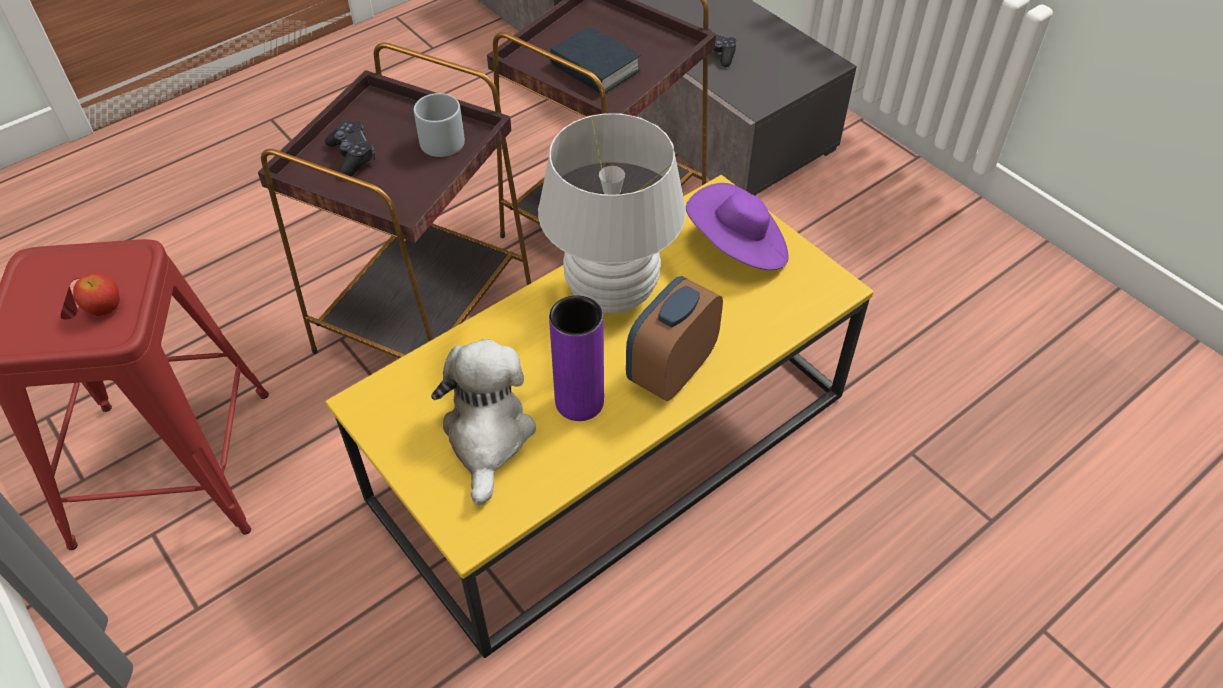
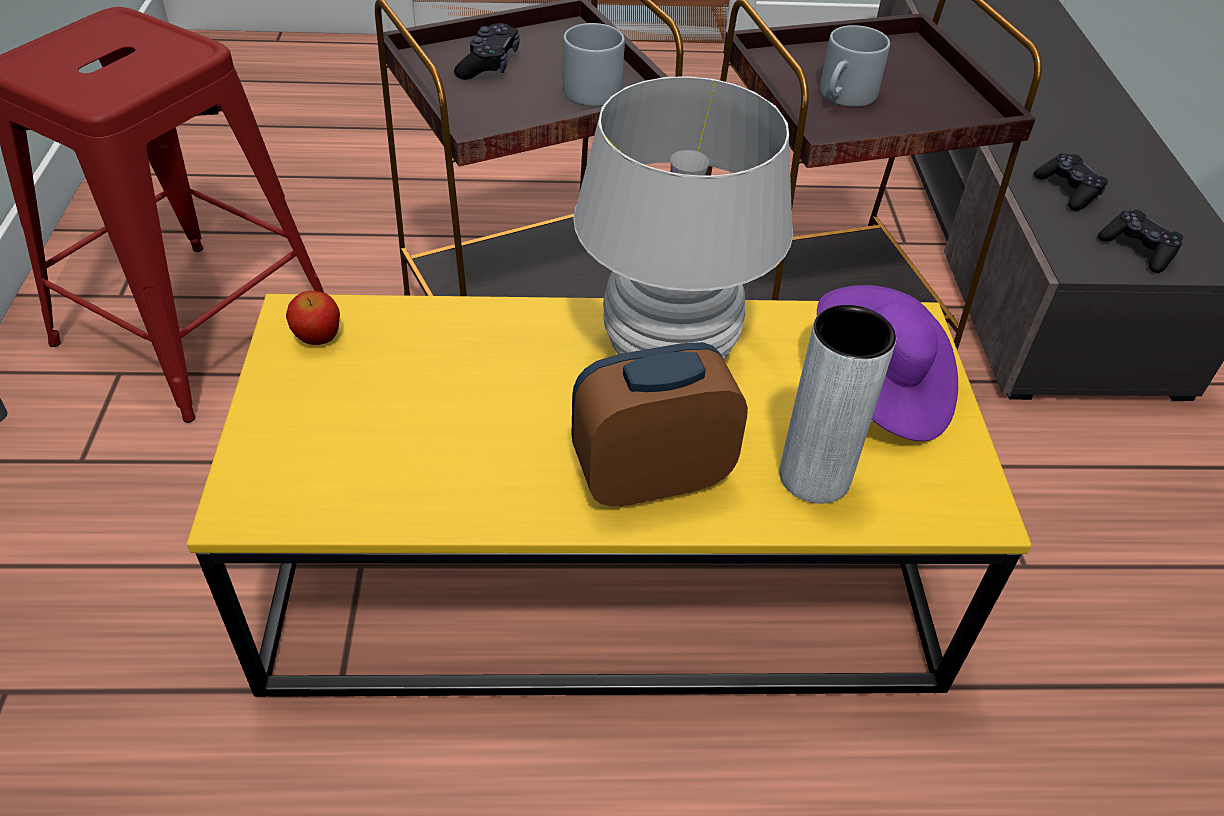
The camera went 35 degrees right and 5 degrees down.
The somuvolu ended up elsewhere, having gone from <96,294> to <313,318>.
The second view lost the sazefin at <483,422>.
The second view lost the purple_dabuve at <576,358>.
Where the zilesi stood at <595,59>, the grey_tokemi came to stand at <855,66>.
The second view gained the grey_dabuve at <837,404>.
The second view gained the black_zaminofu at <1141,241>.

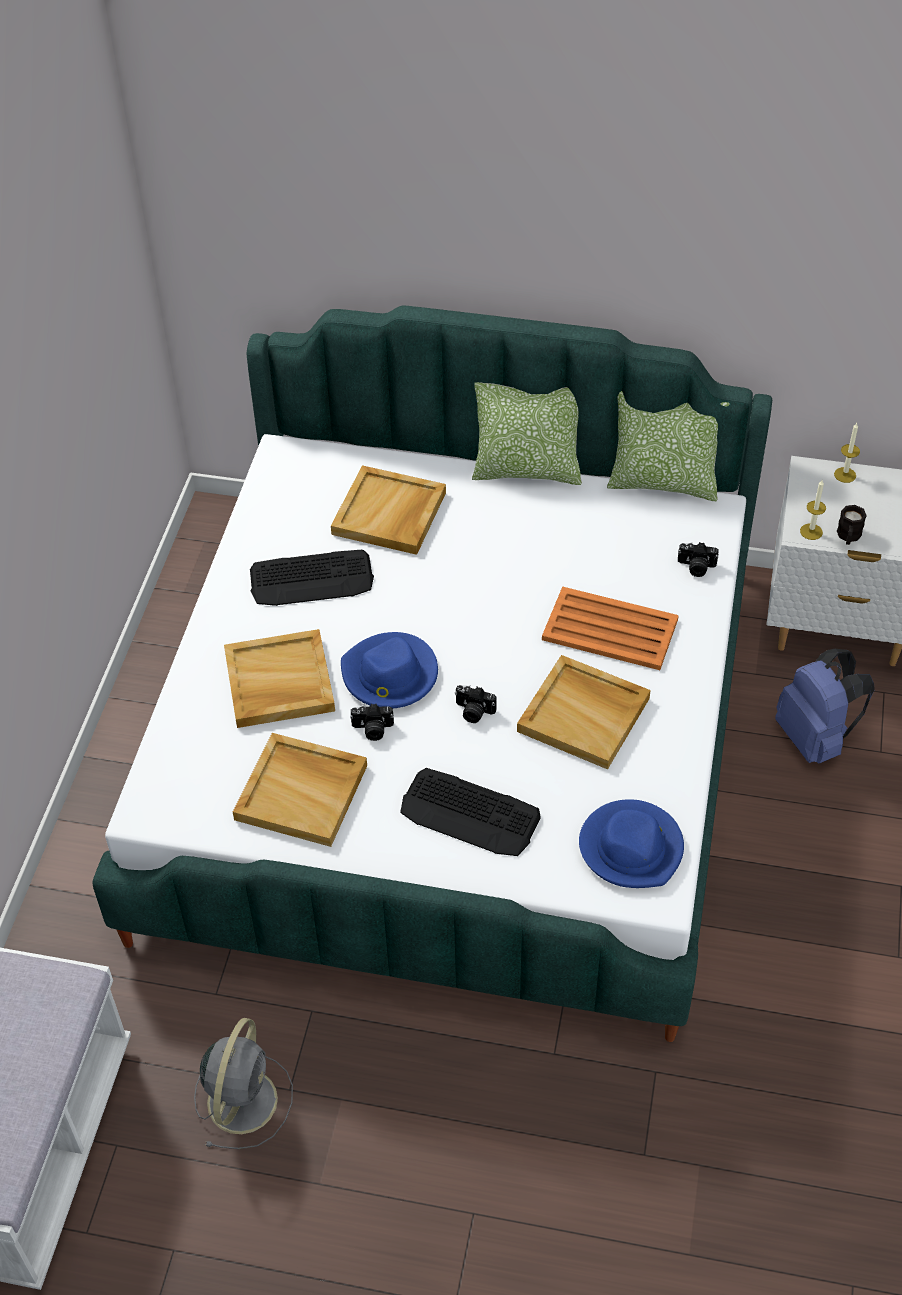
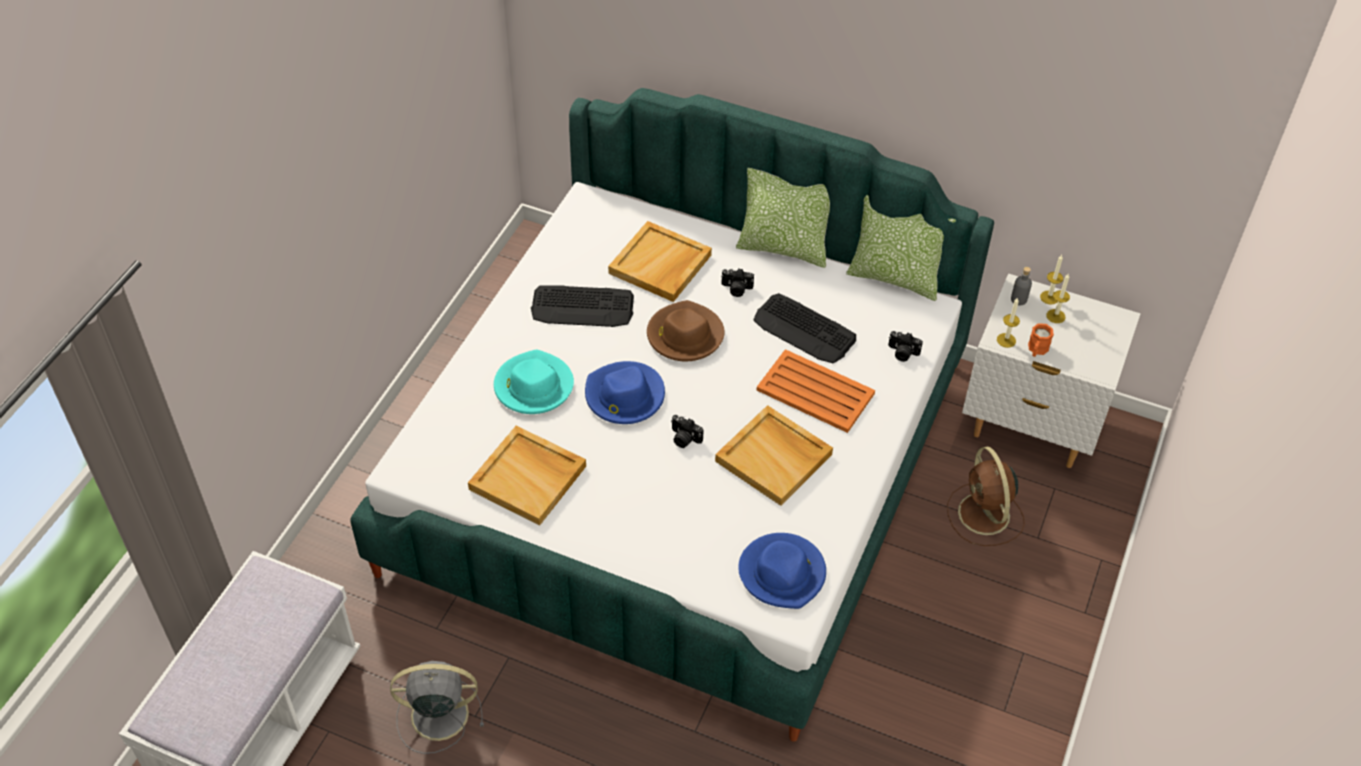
The camera went 10 degrees right and 0 degrees up.
The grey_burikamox at <243,1083> ended up facing another way, 120 degrees counterclockwise from before.
Where the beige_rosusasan stood at <279,678>, the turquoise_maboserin came to stand at <534,382>.
The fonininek ended up elsewhere, having gone from <372,722> to <737,282>.
The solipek ended up elsewhere, having gone from <470,812> to <804,328>.
Where the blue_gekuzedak stood at <825,706>, the brown_burikamox came to stand at <986,496>.
What was the black_tokemi at <852,525> turned into the orange_tokemi at <1041,340>.
The second view gained the brown_maboserin at <686,330>.
The second view gained the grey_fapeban at <1021,286>.
The second view gained the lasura at <1058,298>.

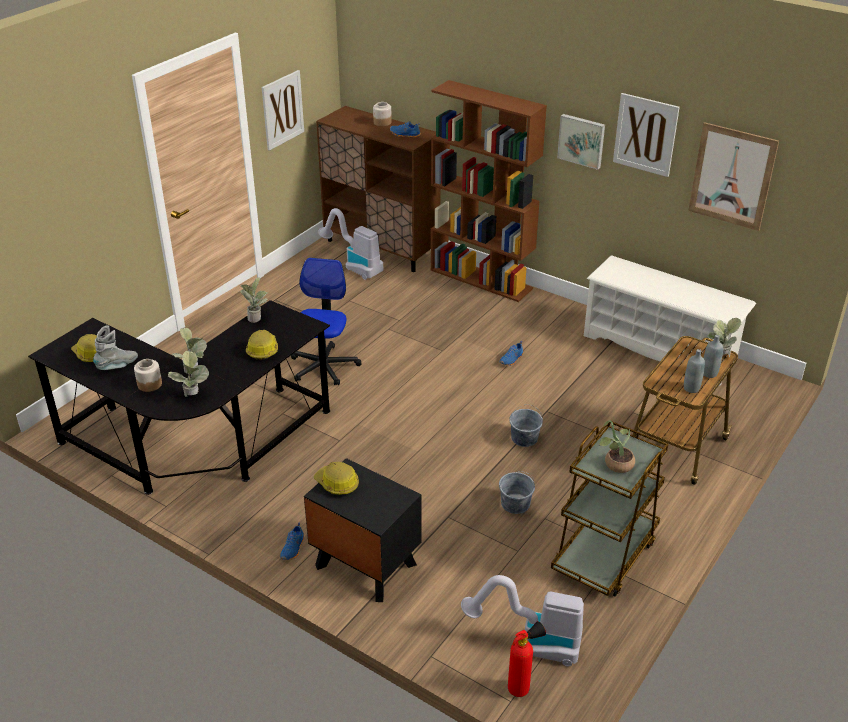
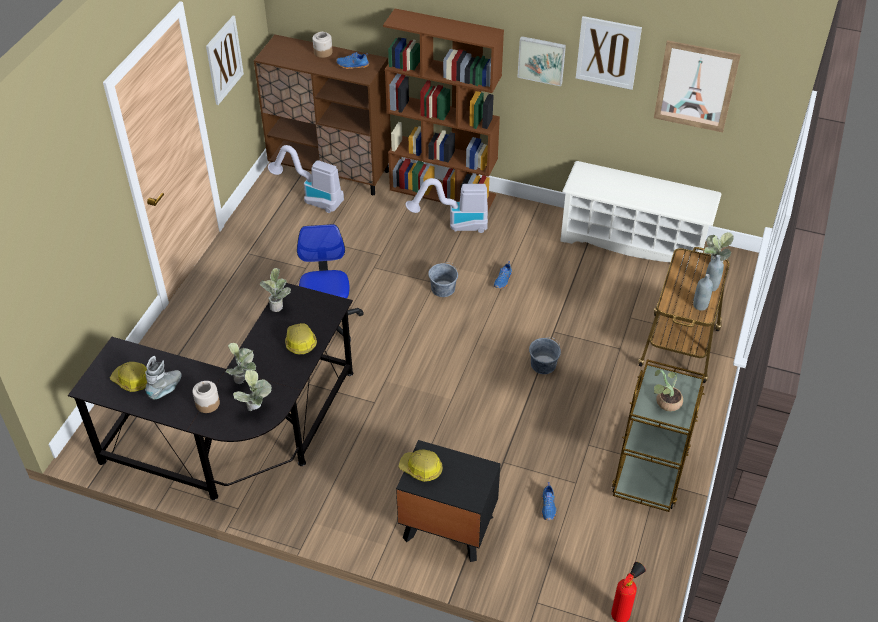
The camera went 15 degrees left and 10 degrees up.
The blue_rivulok ended up elsewhere, having gone from <292,541> to <549,501>.
The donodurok ended up elsewhere, having gone from <522,621> to <446,205>.
The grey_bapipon ended up elsewhere, having gone from <517,492> to <443,280>.

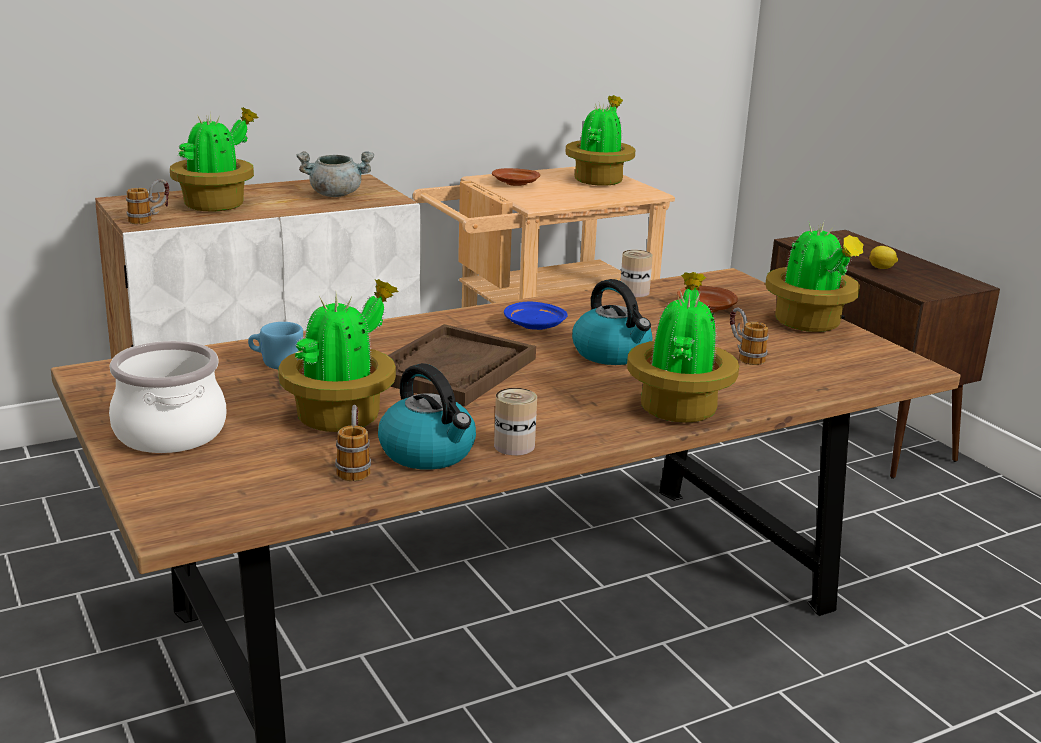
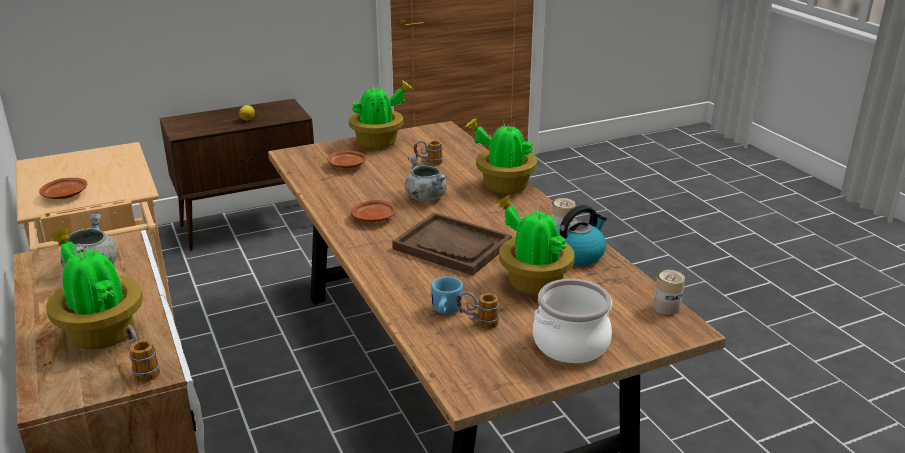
The camera went 85 degrees left and 5 degrees up.
The tokemi ended up elsewhere, having gone from <353,443> to <477,310>.
What was the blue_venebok at <536,316> turned into the brown_venebok at <373,211>.
The second view lost the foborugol at <600,140>.
Where the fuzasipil stood at <612,322>, the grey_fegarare came to stand at <426,178>.
The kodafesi ended up elsewhere, having gone from <637,273> to <669,292>.

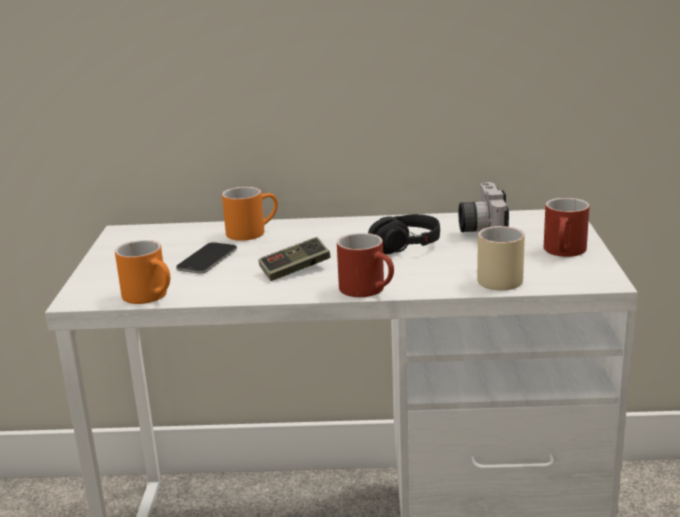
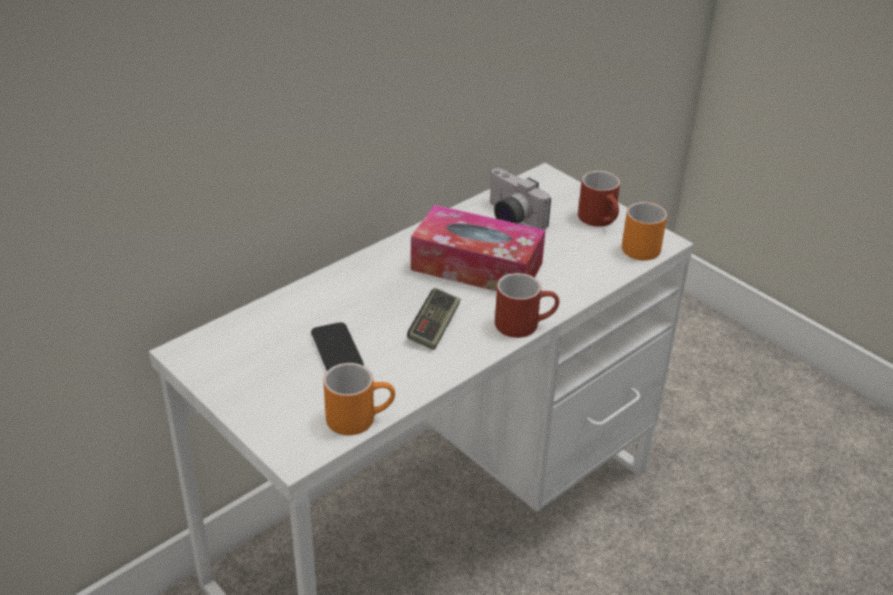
The camera went 45 degrees left and 15 degrees up.
The orange_tokemi ended up elsewhere, having gone from <250,214> to <644,231>.
Where the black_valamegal stood at <404,234>, the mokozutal came to stand at <478,248>.
The second view lost the beige_tokemi at <501,258>.

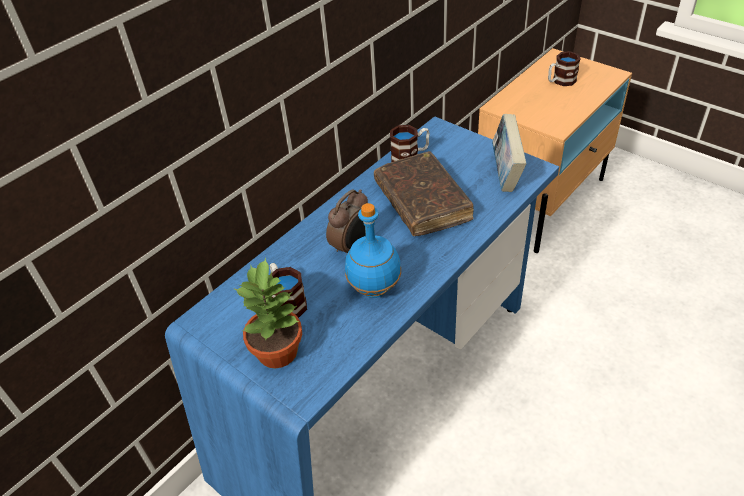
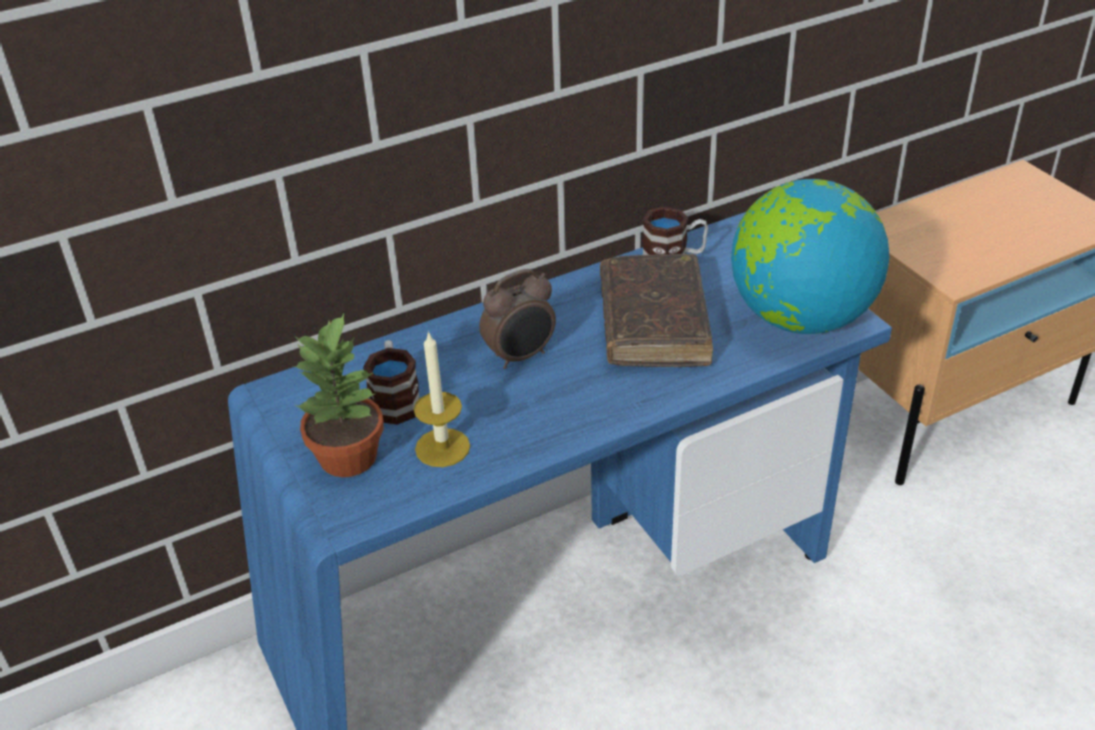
The camera went 20 degrees right and 5 degrees down.
The second view lost the blue_fapeban at <373,250>.
Where the zilesi stood at <509,153>, the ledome came to stand at <810,256>.
The second view lost the tokemi at <564,68>.
The second view gained the lasura at <442,399>.

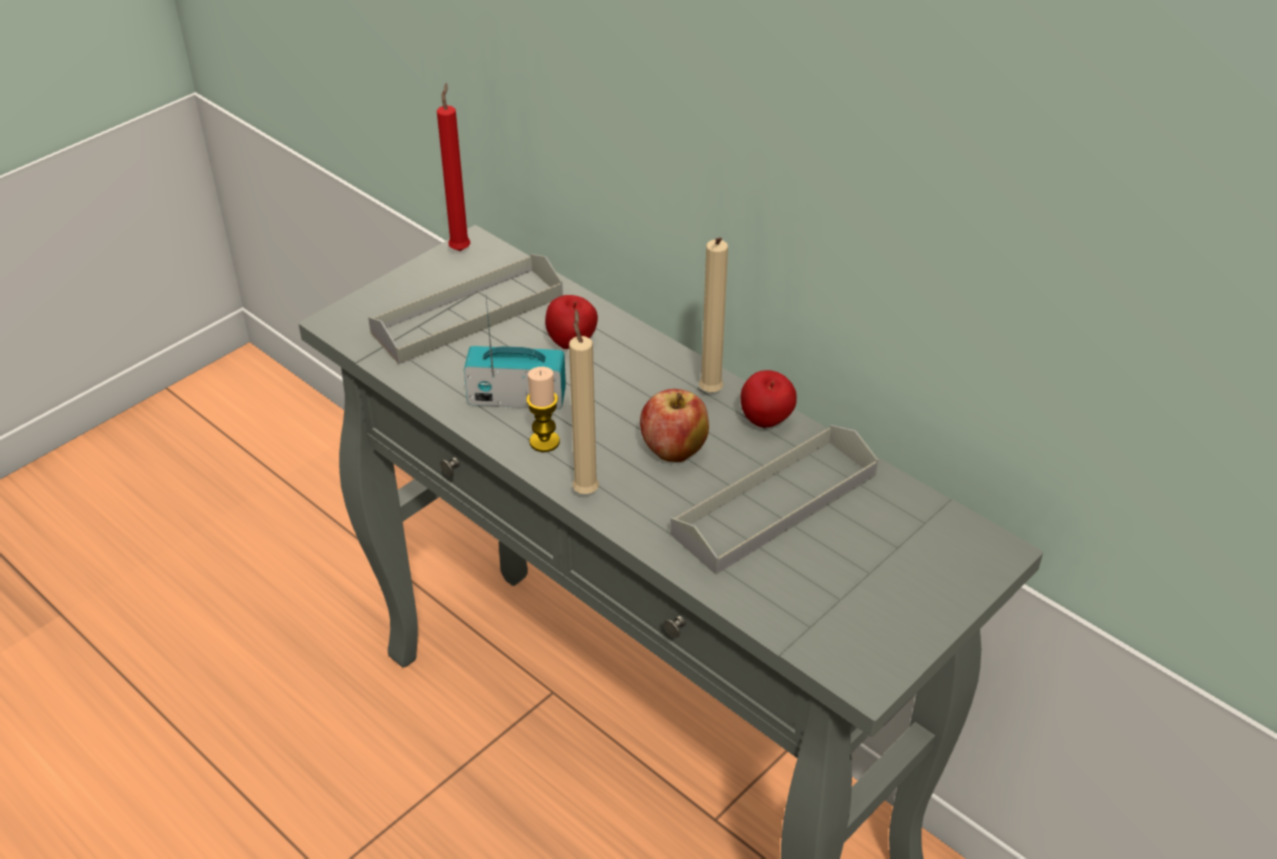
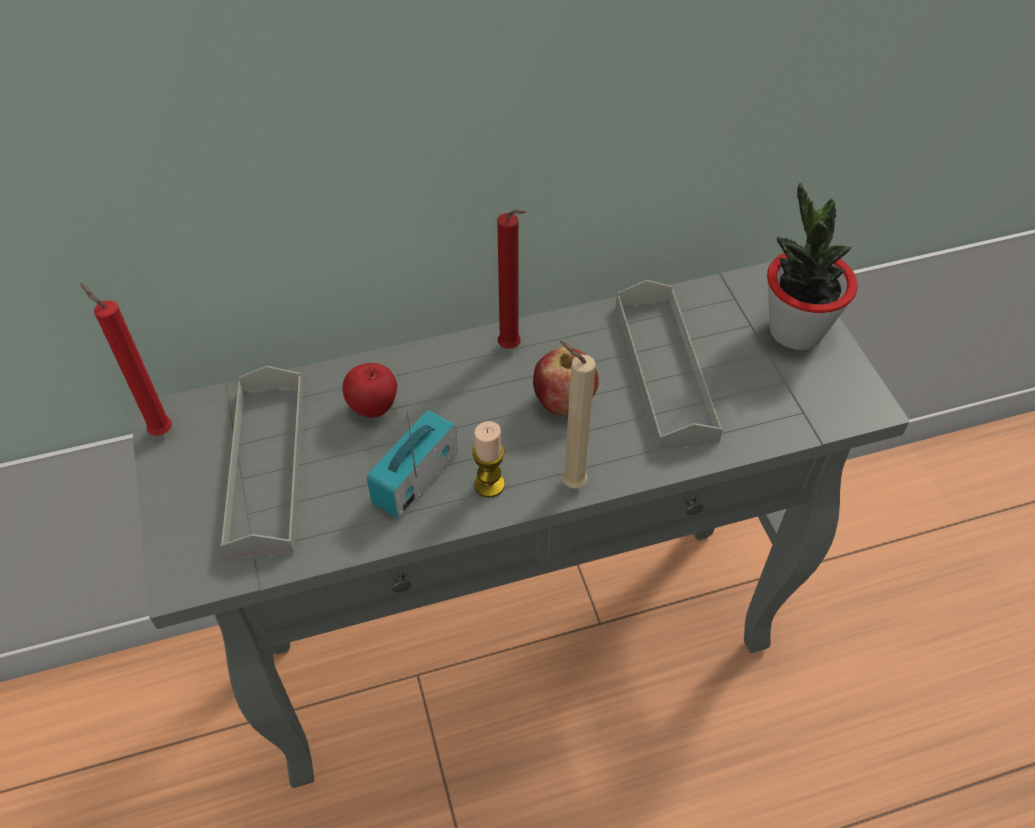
The camera went 60 degrees left and 10 degrees up.
What was the beige_lasura at <713,315> turned into the red_lasura at <511,279>.
The second view lost the somuvolu at <769,398>.
The second view gained the foborugol at <812,266>.

